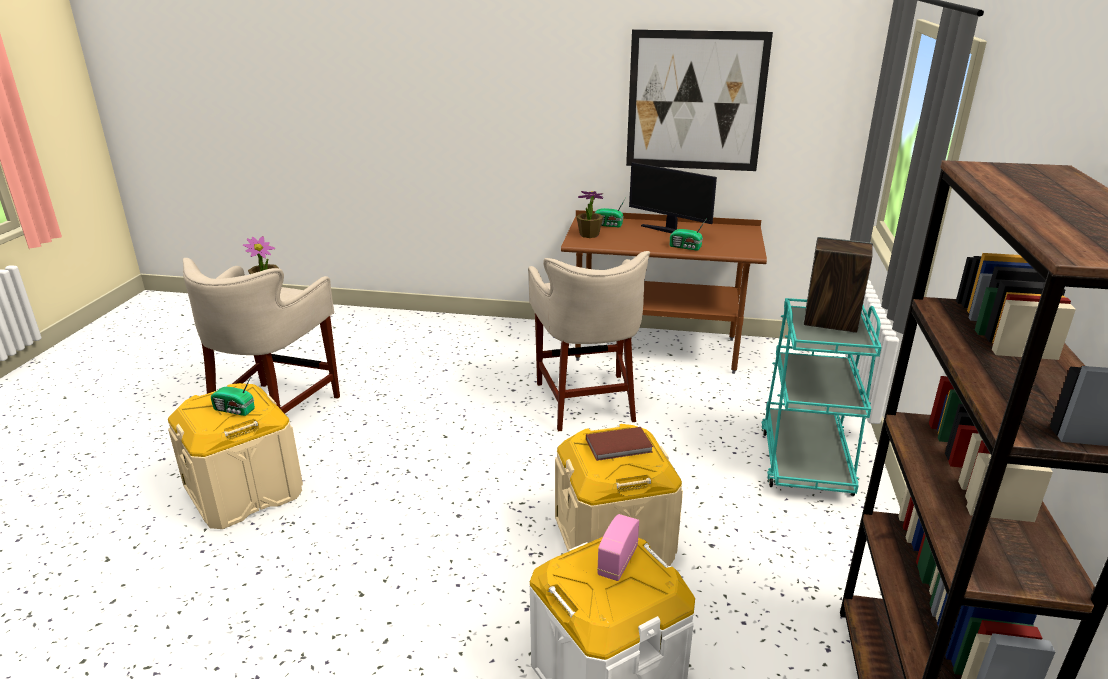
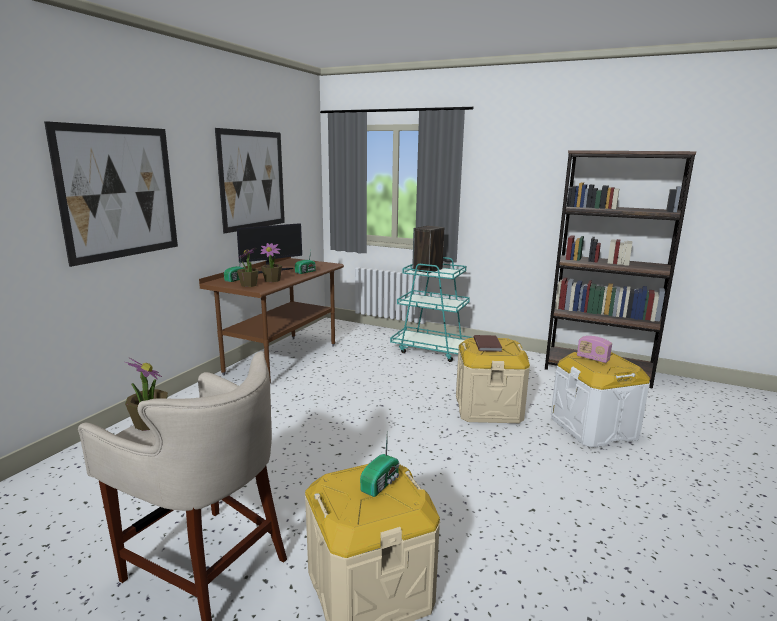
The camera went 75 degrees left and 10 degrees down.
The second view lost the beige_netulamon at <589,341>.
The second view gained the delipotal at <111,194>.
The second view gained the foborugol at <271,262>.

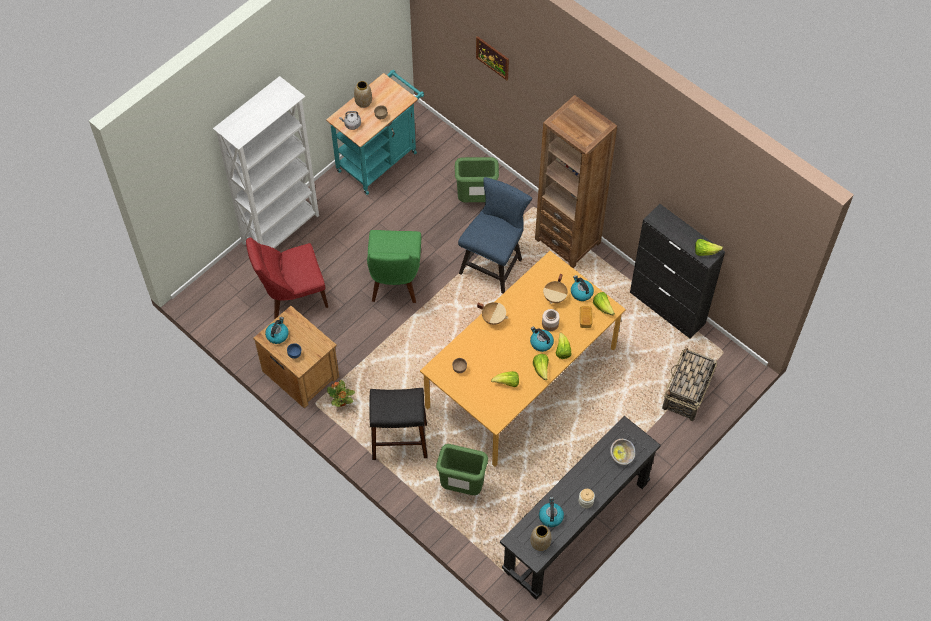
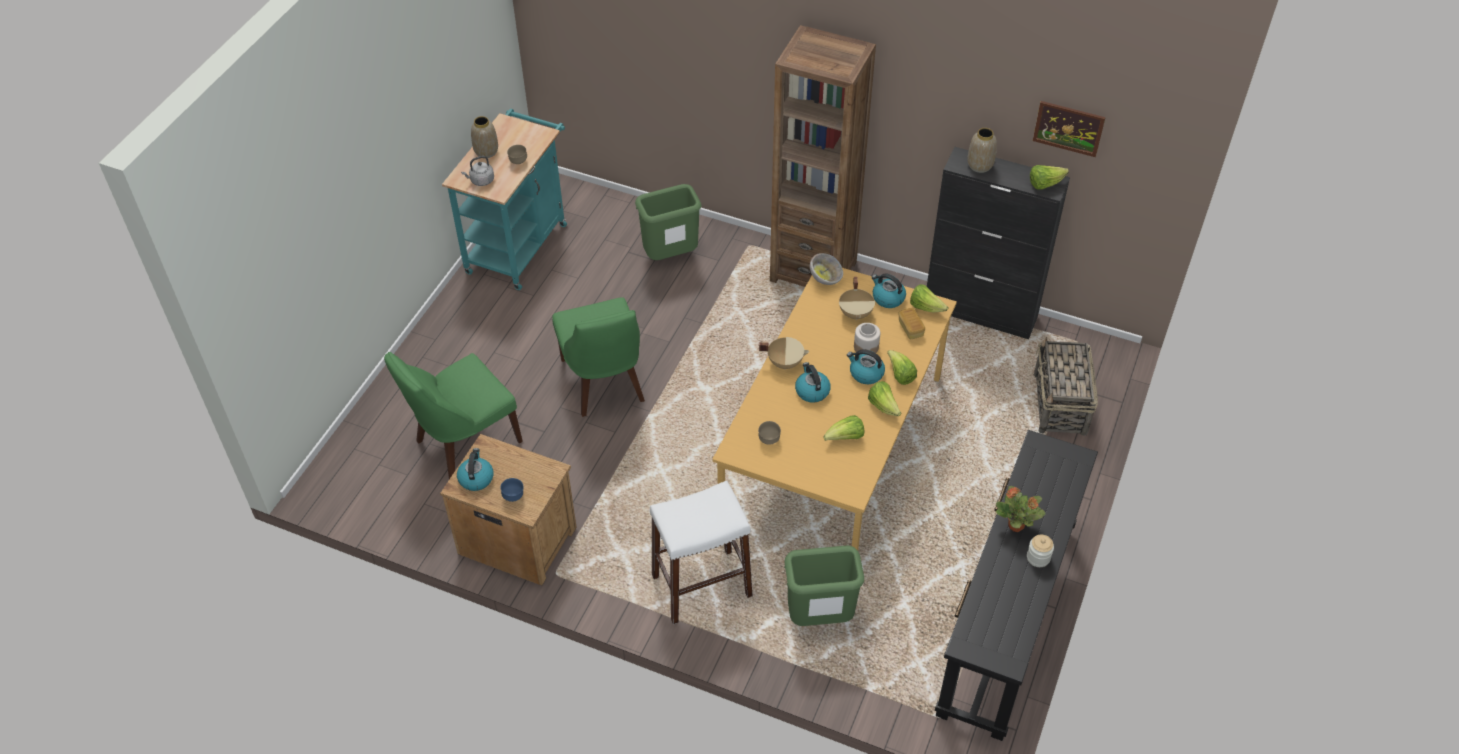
The camera went 20 degrees left and 10 degrees down.
The second view lost the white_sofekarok at <266,162>.
What was the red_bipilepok at <287,278> turned into the green_bipilepok at <453,415>.
The foborugol ended up elsewhere, having gone from <341,393> to <1021,509>.
What was the black_netulamon at <398,424> turned into the white_netulamon at <701,552>.
The second view lost the blue_bipilepok at <495,235>.
The delipotal ended up elsewhere, having gone from <492,58> to <1069,129>.
The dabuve ended up elsewhere, having gone from <540,538> to <982,150>.
The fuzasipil ended up elsewhere, having gone from <551,512> to <813,382>.
The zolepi ended up elsewhere, having gone from <622,452> to <826,269>.

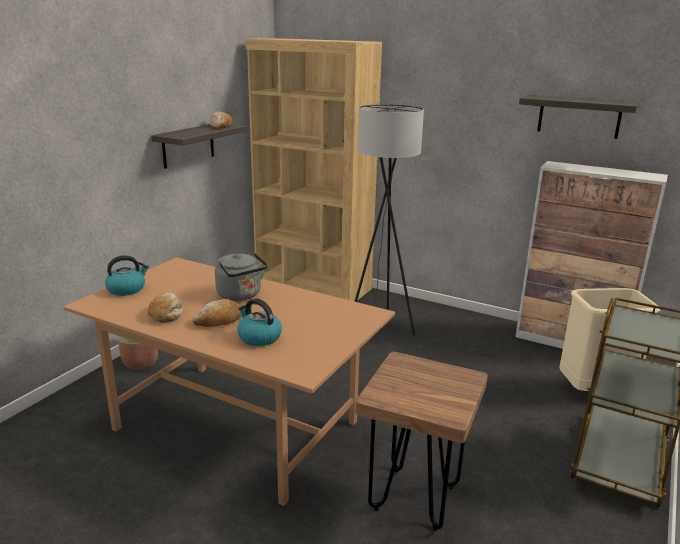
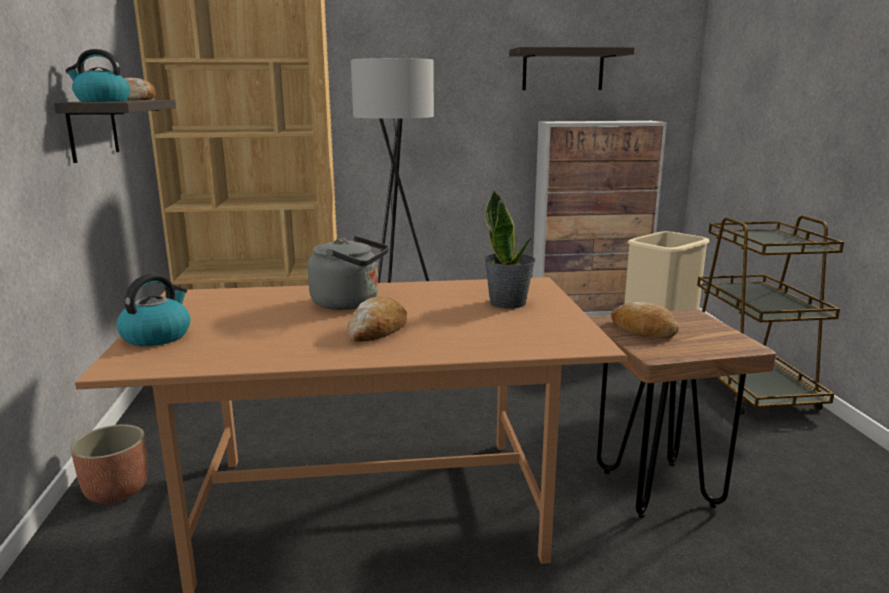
The camera went 35 degrees left and 5 degrees down.
The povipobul ended up elsewhere, having gone from <165,307> to <644,320>.
The fuzasipil ended up elsewhere, having gone from <259,322> to <98,75>.
The second view gained the foborugol at <510,249>.

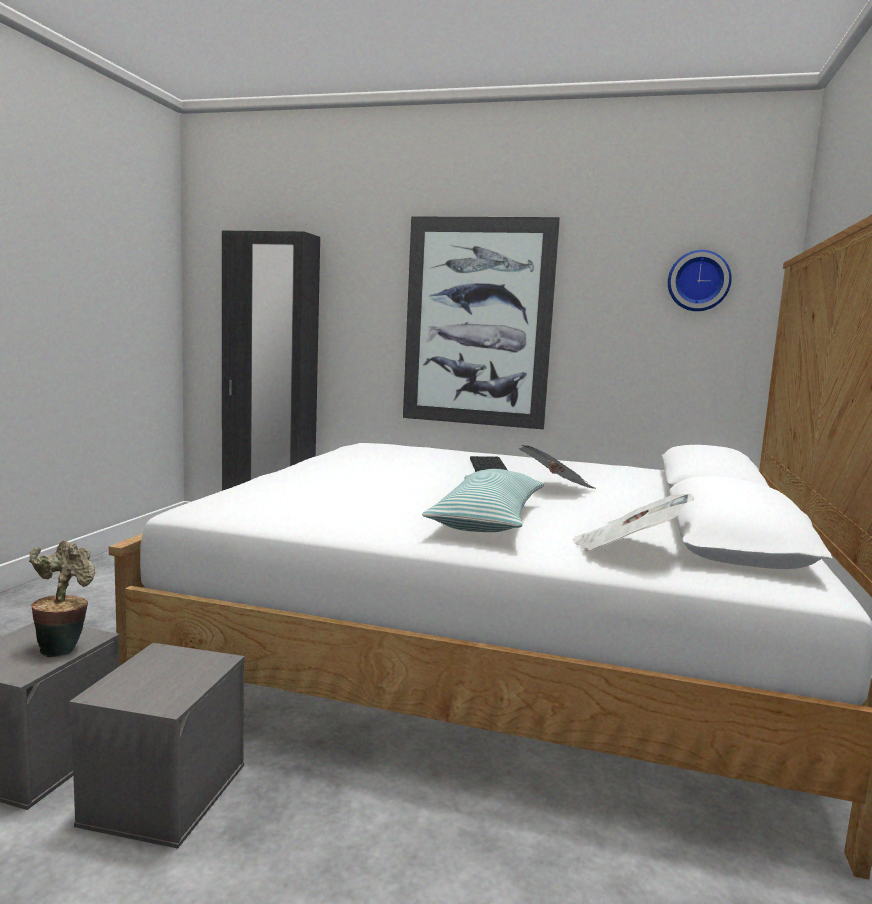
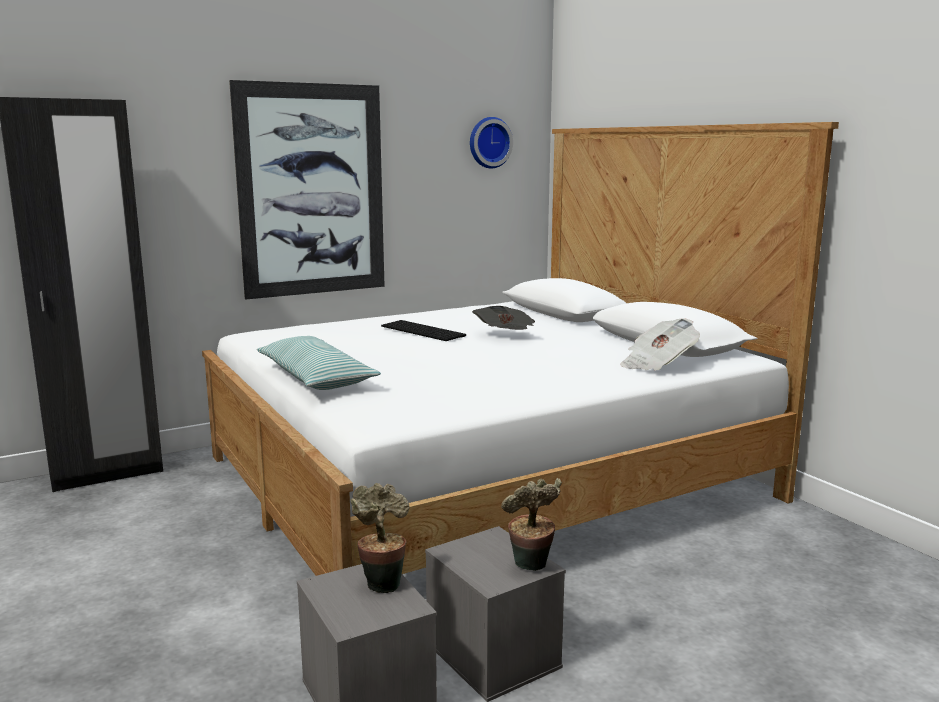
The camera went 45 degrees left and 5 degrees up.
The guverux ended up elsewhere, having gone from <483,500> to <319,363>.
The second view gained the foborugol at <531,524>.

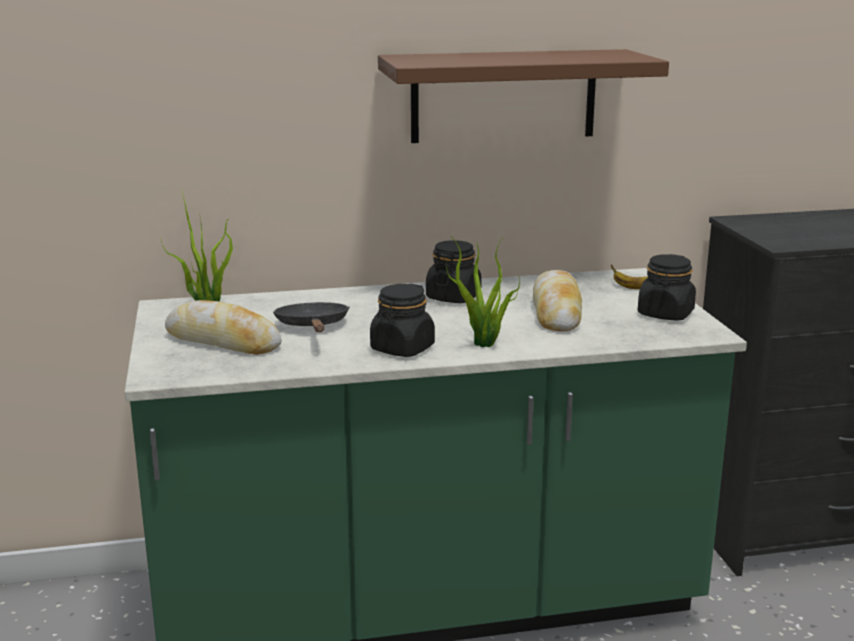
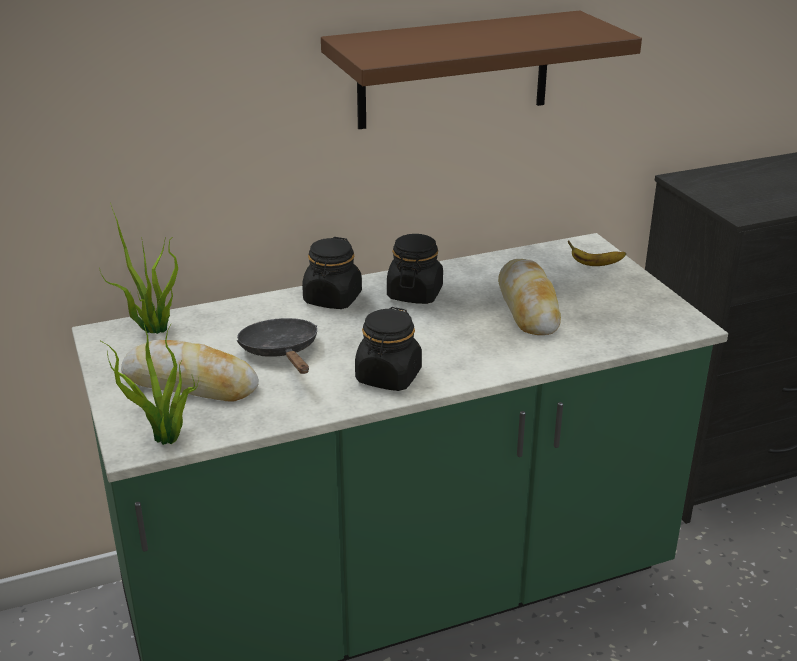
The camera went 10 degrees left and 10 degrees up.
The foborugol ended up elsewhere, having gone from <483,293> to <149,384>.
The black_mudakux ended up elsewhere, having gone from <667,287> to <332,273>.

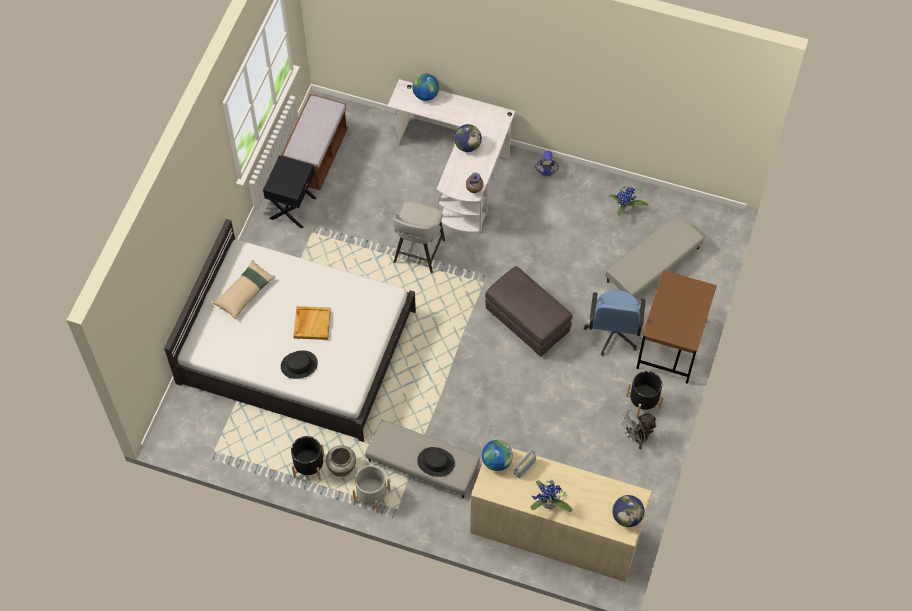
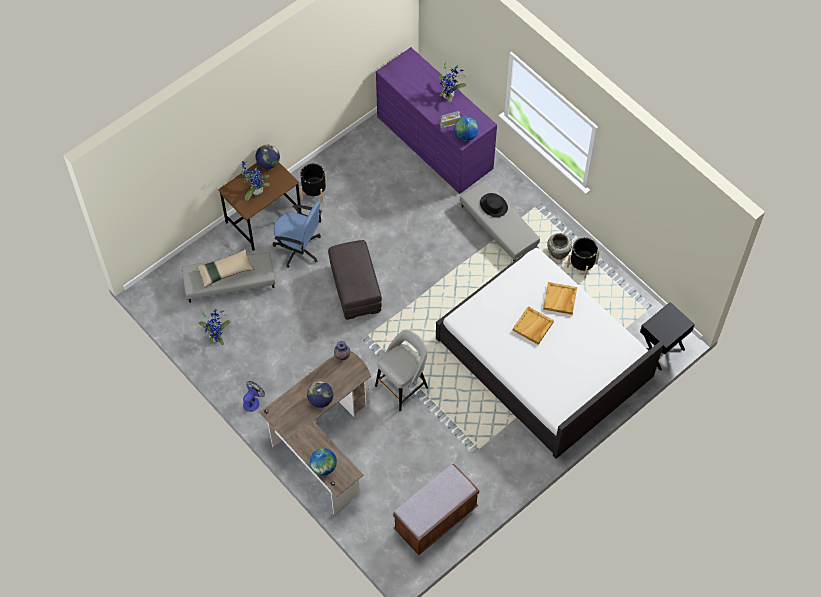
The camera went 150 degrees left and 0 degrees up.
The beige_guverux ended up elsewhere, having gone from <243,289> to <225,268>.
The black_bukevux ended up elsewhere, having gone from <290,191> to <667,336>.
Where the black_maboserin stood at <299,365>, the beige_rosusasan came to stand at <560,298>.
The second view lost the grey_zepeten at <371,489>.
What was the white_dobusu at <451,155> turned into the brown_dobusu at <315,432>.
What was the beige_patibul at <561,515> turned into the purple_patibul at <436,120>.
The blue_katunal at <614,323> ended up facing another way, 75 degrees clockwise from before.
The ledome ended up elsewhere, having gone from <628,511> to <267,157>.
The second view lost the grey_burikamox at <639,429>.
The second view gained the foborugol at <256,181>.

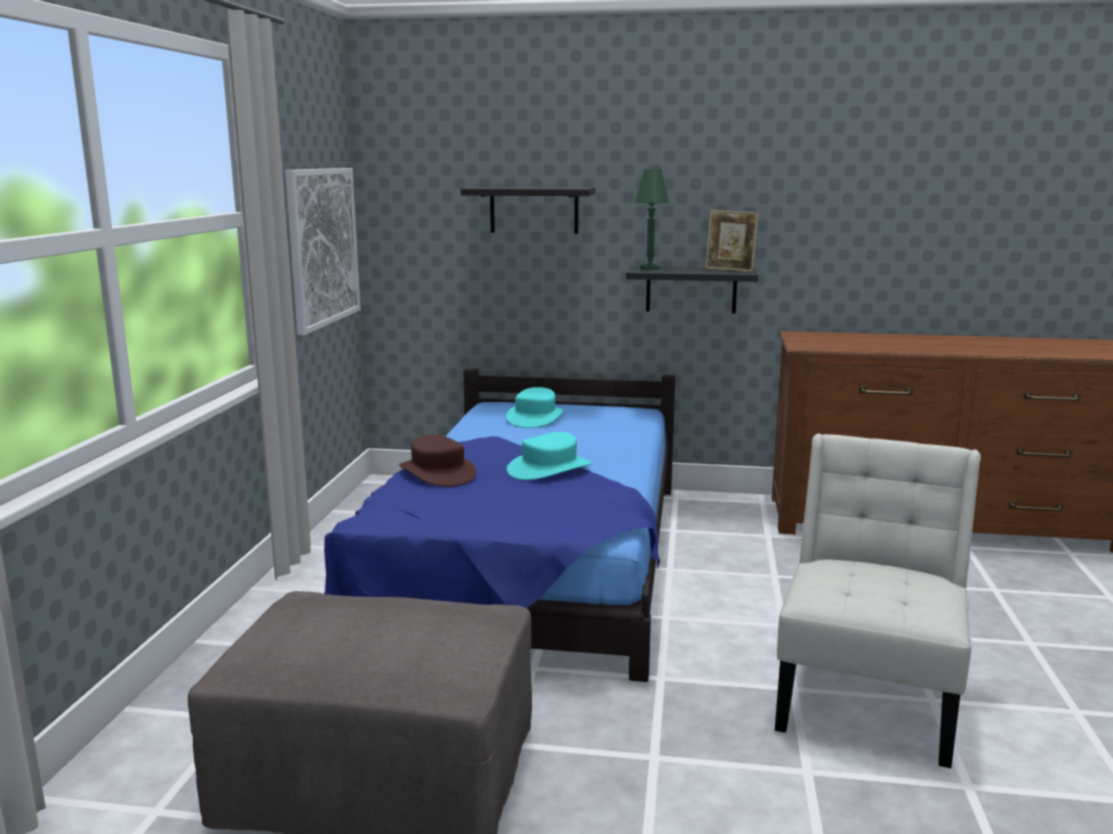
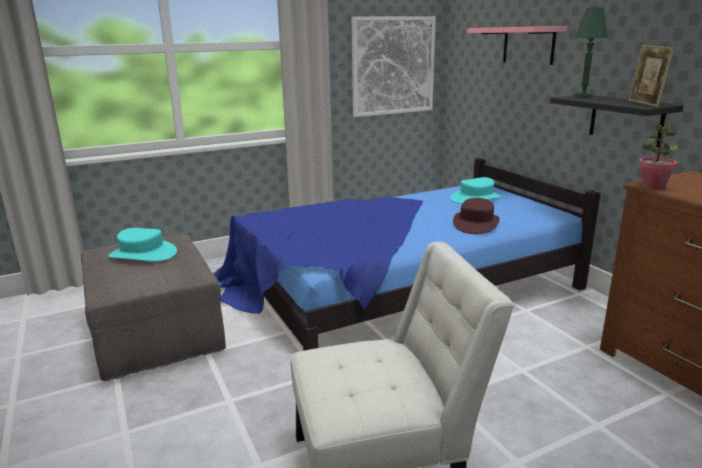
The camera went 55 degrees right and 5 degrees up.
The brown_maboserin ended up elsewhere, having gone from <438,461> to <476,216>.
What was the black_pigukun at <528,210> turned into the pink_pigukun at <517,45>.
The turquoise_maboserin ended up elsewhere, having gone from <549,456> to <142,244>.
The second view gained the foborugol at <658,156>.

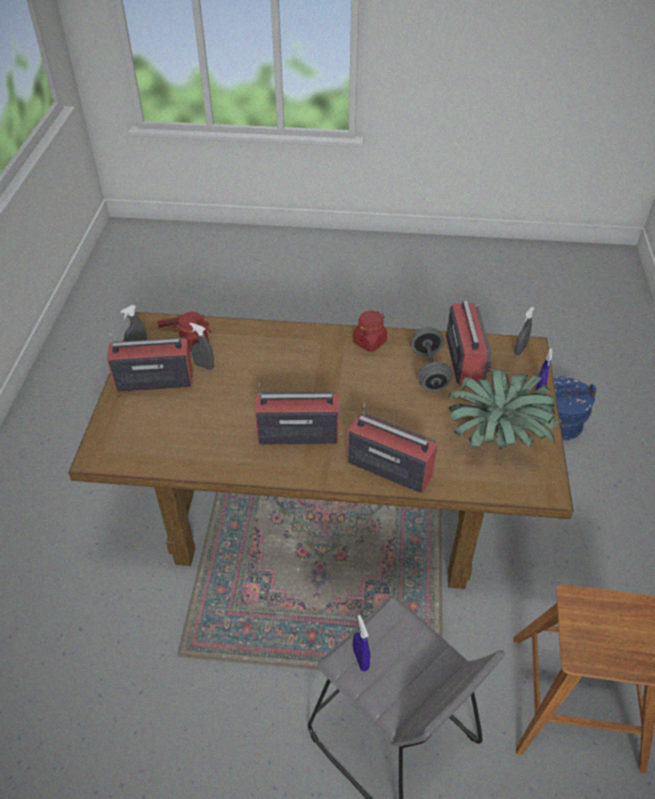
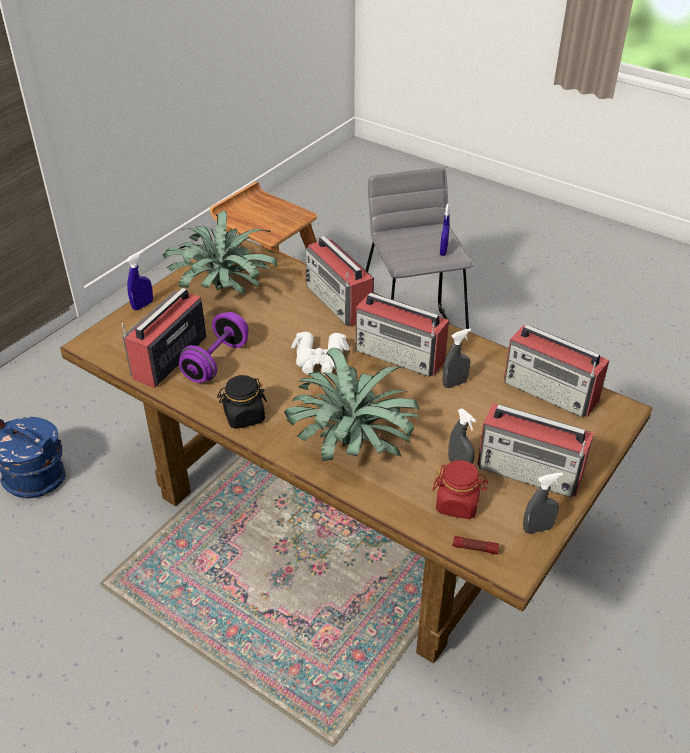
The camera went 150 degrees left and 5 degrees down.
What was the red_mudakux at <370,331> turned into the black_mudakux at <242,402>.
What was the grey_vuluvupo at <431,359> turned into the purple_vuluvupo at <213,347>.
The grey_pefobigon ended up elsewhere, having gone from <524,331> to <457,358>.
The second view gained the foborugol at <352,404>.
The second view gained the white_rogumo at <320,353>.
The second view gained the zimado at <556,370>.

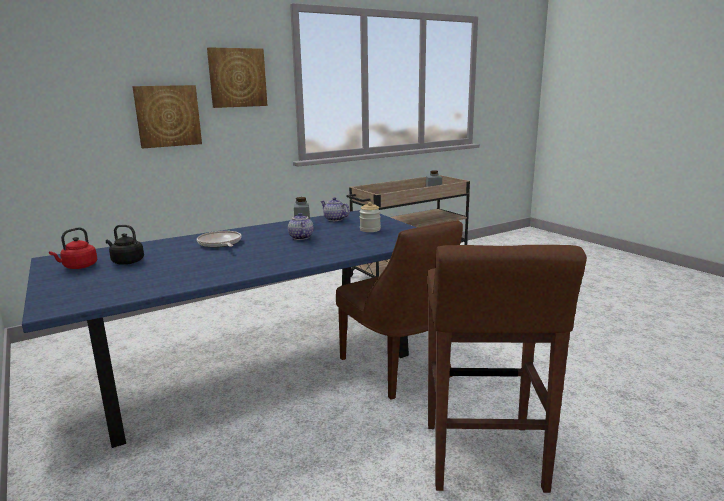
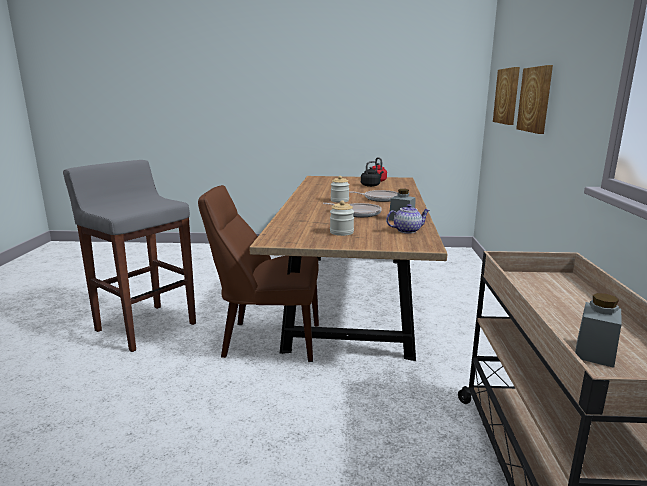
The camera went 125 degrees right and 0 degrees up.
What was the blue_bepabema at <219,329> turned into the brown_bepabema at <348,268>.
The delipotal ended up elsewhere, having gone from <237,77> to <506,96>.
Where the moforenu stood at <301,226>, the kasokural came to stand at <352,210>.
What was the brown_netulamon at <507,369> turned into the grey_netulamon at <129,256>.
The second view gained the mudakux at <340,189>.

